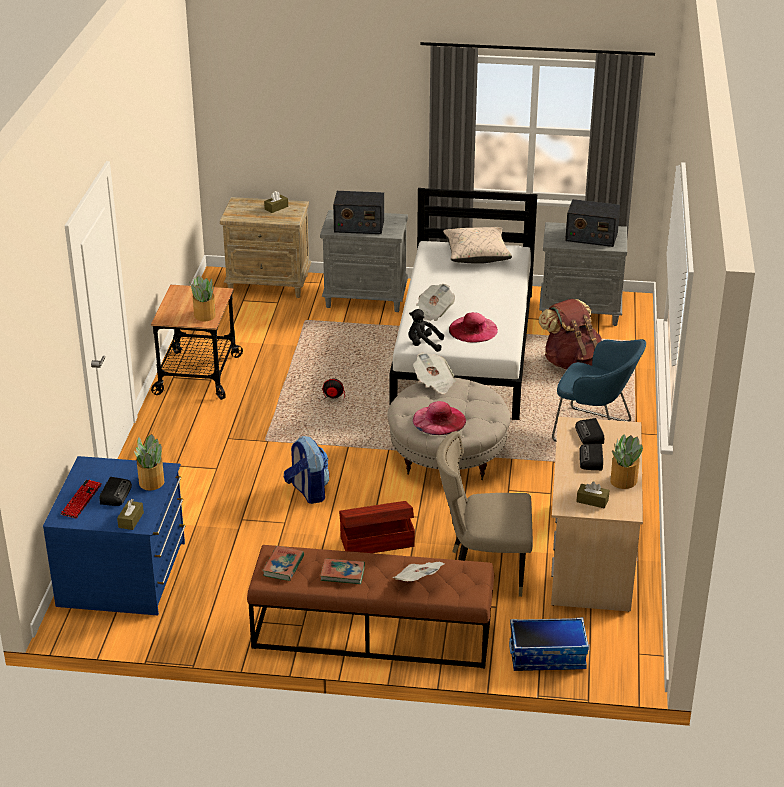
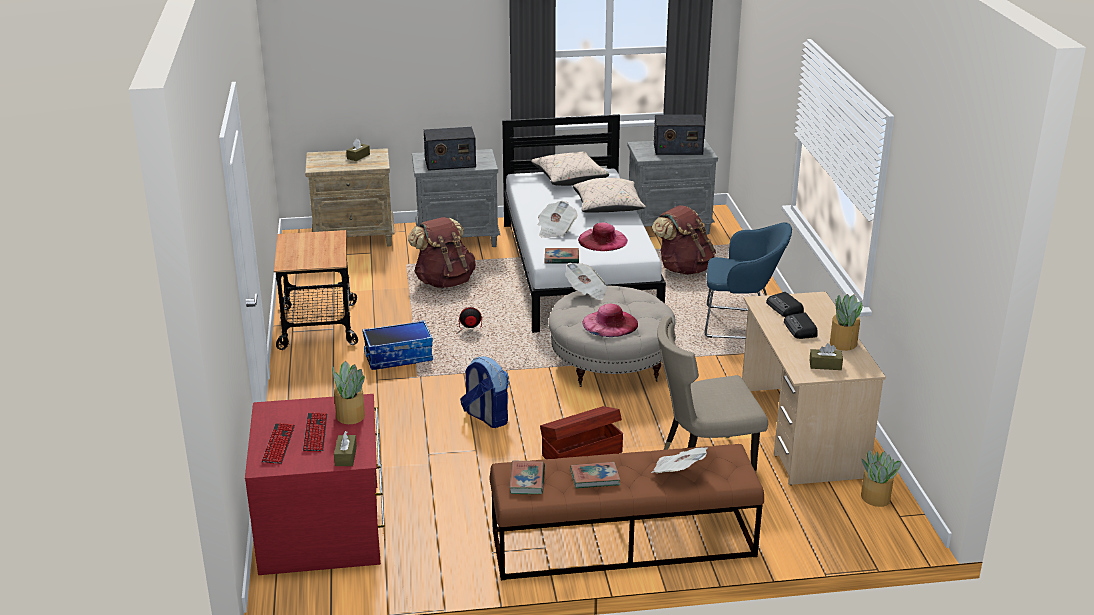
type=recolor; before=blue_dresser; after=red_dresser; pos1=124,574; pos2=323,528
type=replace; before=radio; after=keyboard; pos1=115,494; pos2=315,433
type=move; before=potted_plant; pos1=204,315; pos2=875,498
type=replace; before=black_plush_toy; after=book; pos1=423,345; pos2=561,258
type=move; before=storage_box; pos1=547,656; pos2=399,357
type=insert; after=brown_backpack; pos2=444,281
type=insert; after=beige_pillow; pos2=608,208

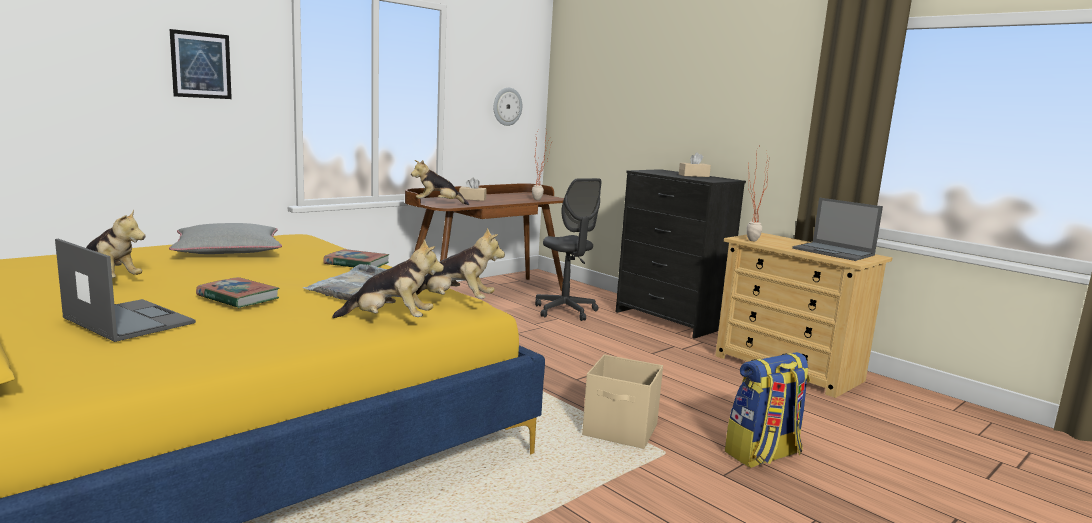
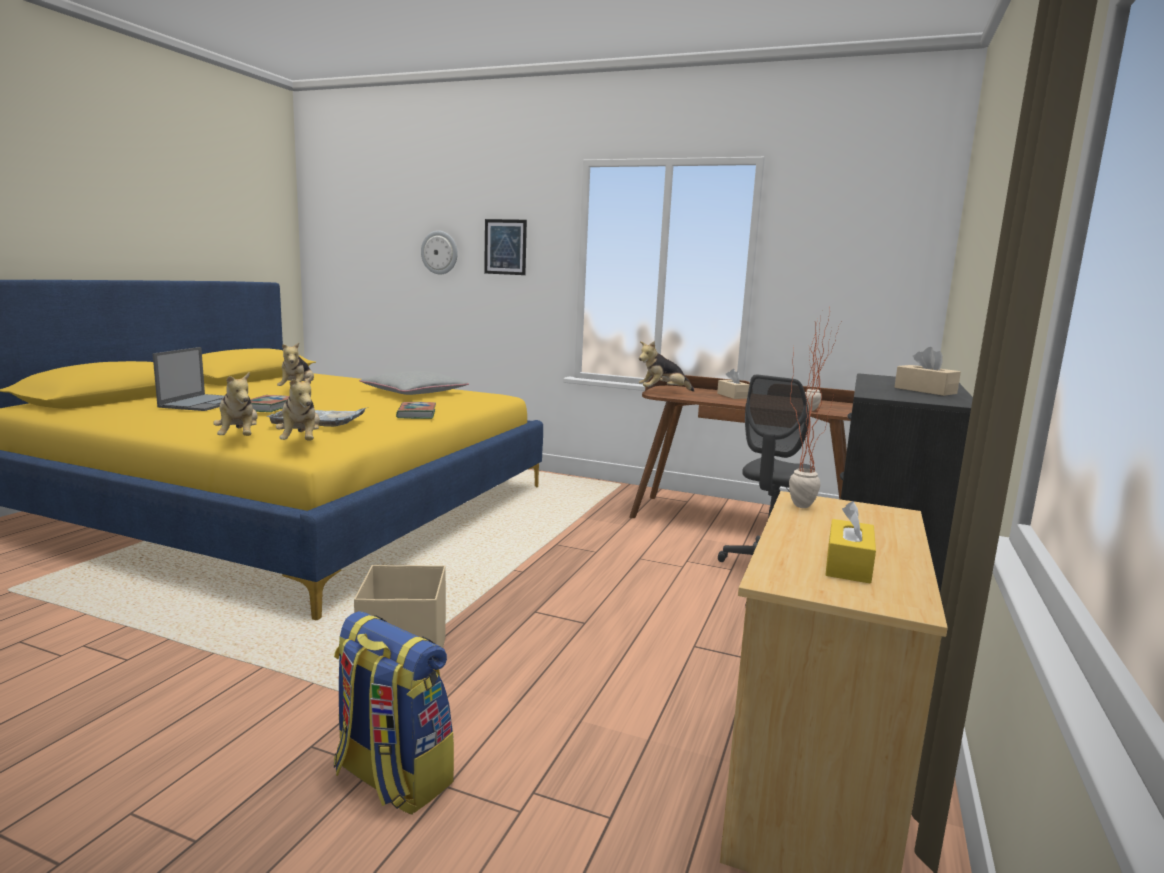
type=rotate; before=plush_toy; pos1=438,204; pos2=663,392; turn=-75
type=move; before=wall_clock; pos1=507,106; pos2=439,252
type=replace; before=laptop; after=yellow_tissue_box; pos1=834,252; pos2=848,565

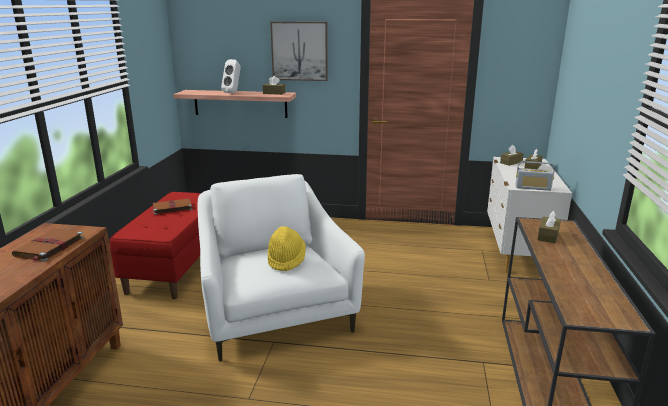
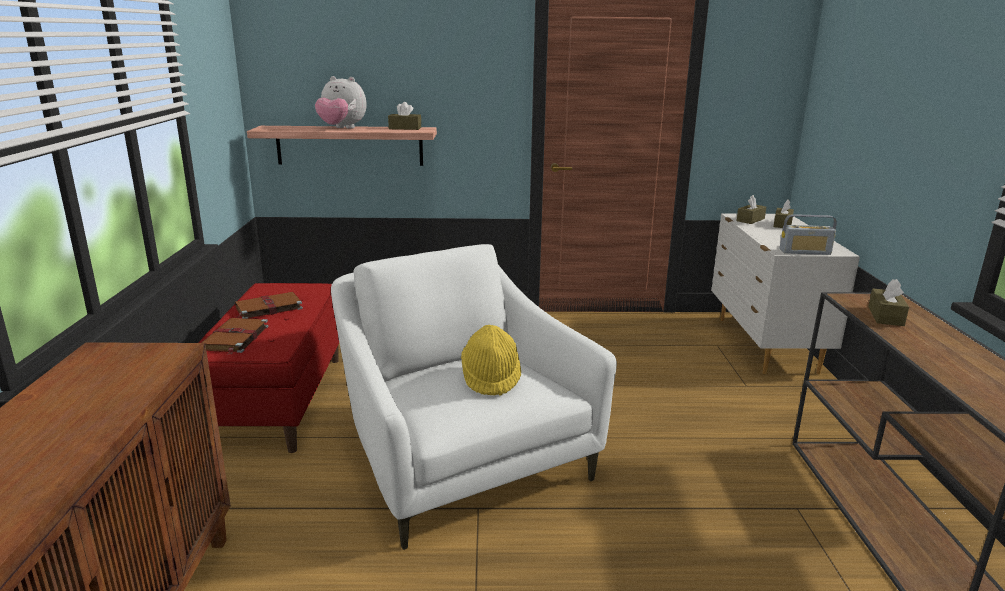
type=move; before=brown_book; pos1=49,247; pos2=234,338
type=replace; before=white_speaker; after=plush_toy; pos1=233,93; pos2=341,128
type=delete; before=picture; pos1=299,51

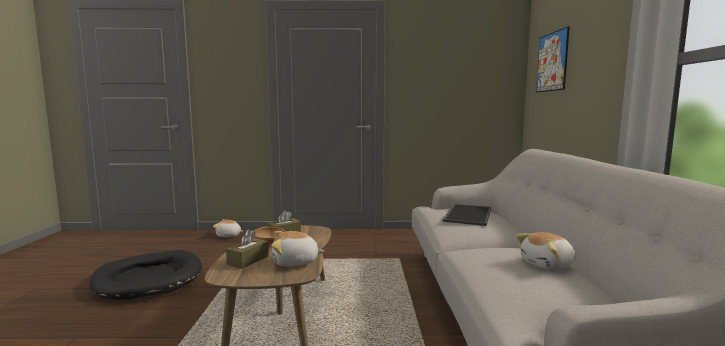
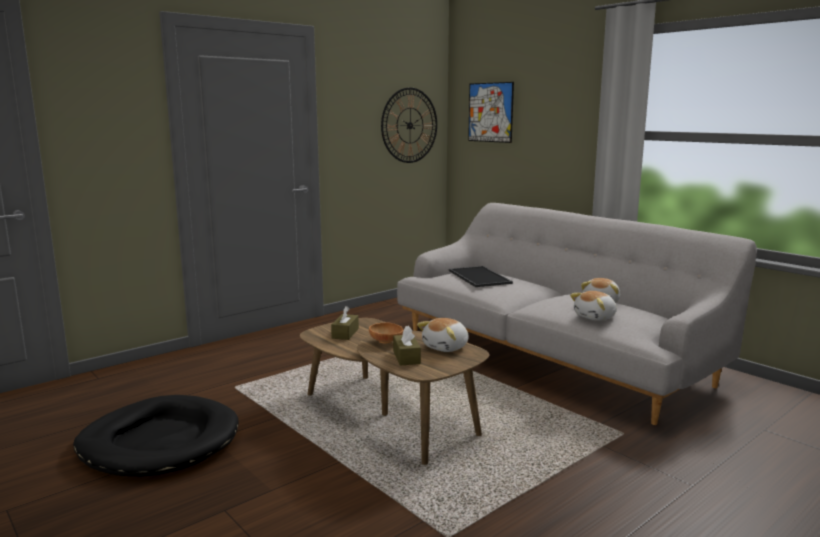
type=move; before=plush_toy; pos1=228,236; pos2=595,317
type=insert; after=wall_clock; pos2=409,125

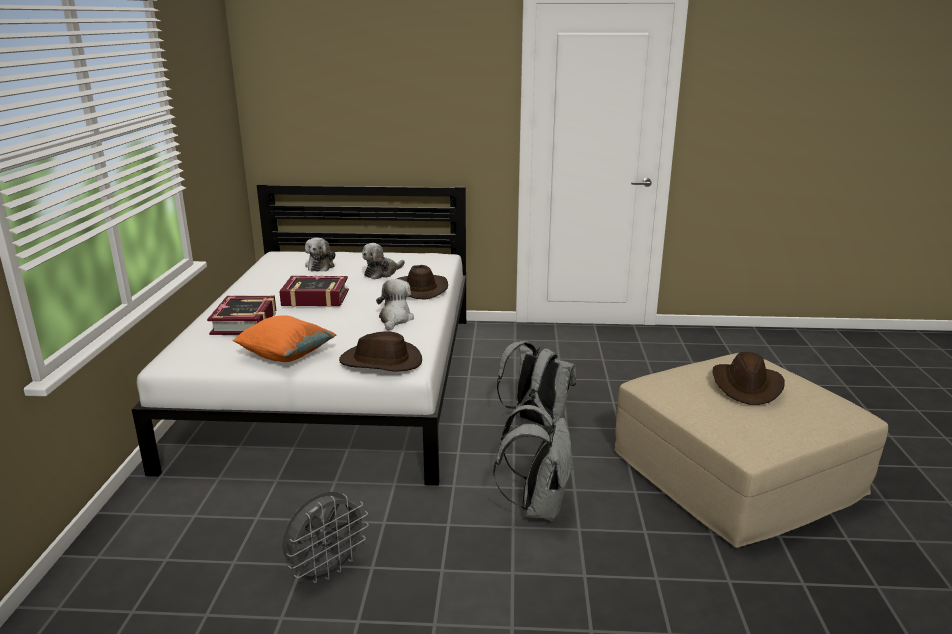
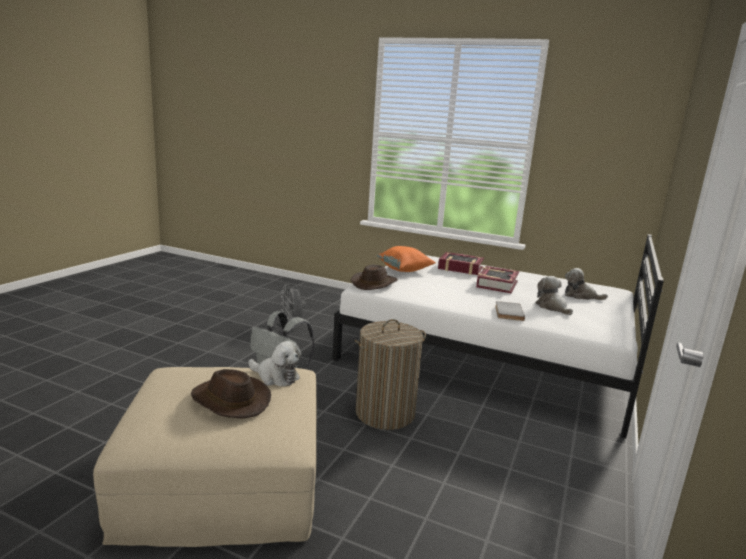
type=move; before=plush_toy; pos1=395,319; pos2=275,377
type=replace; before=brown_hat; after=grey_book; pos1=420,288; pos2=507,312
type=replace; before=grey_backpack; after=laundry_basket; pos1=535,420; pos2=385,413

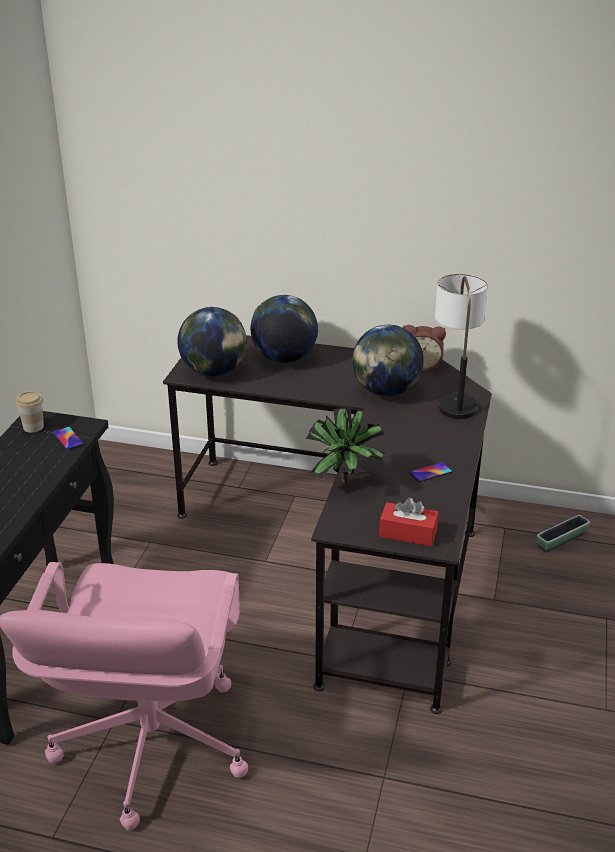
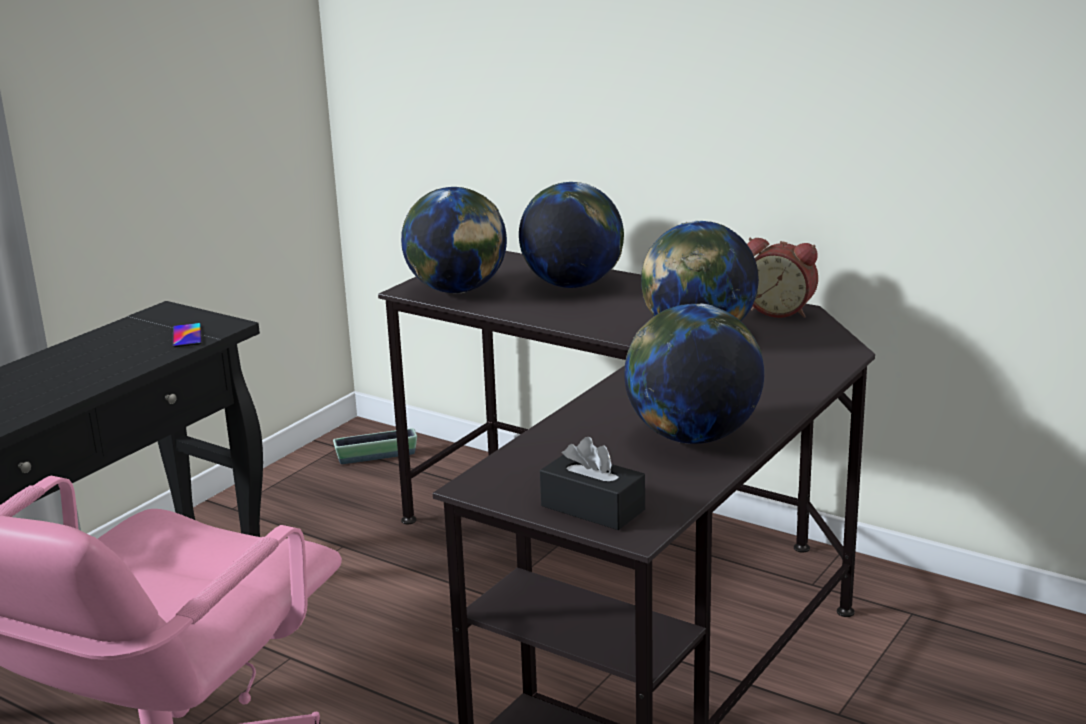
type=delete; before=cup; pos1=33,427
type=delete; before=potted_plant; pos1=346,485
type=recolor; before=red_tissue_box; after=black_tissue_box; pos1=408,533; pos2=592,508
type=replace; before=phone; after=globe; pos1=430,472; pos2=693,437
type=delete; before=table_lamp; pos1=455,397
type=move; before=planter; pos1=561,540; pos2=376,456

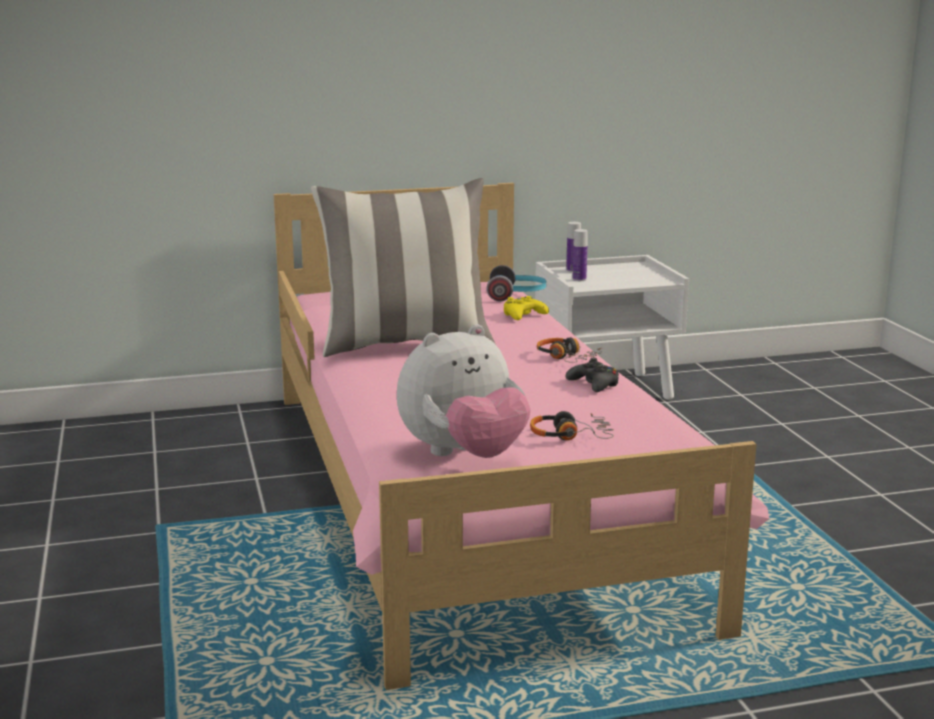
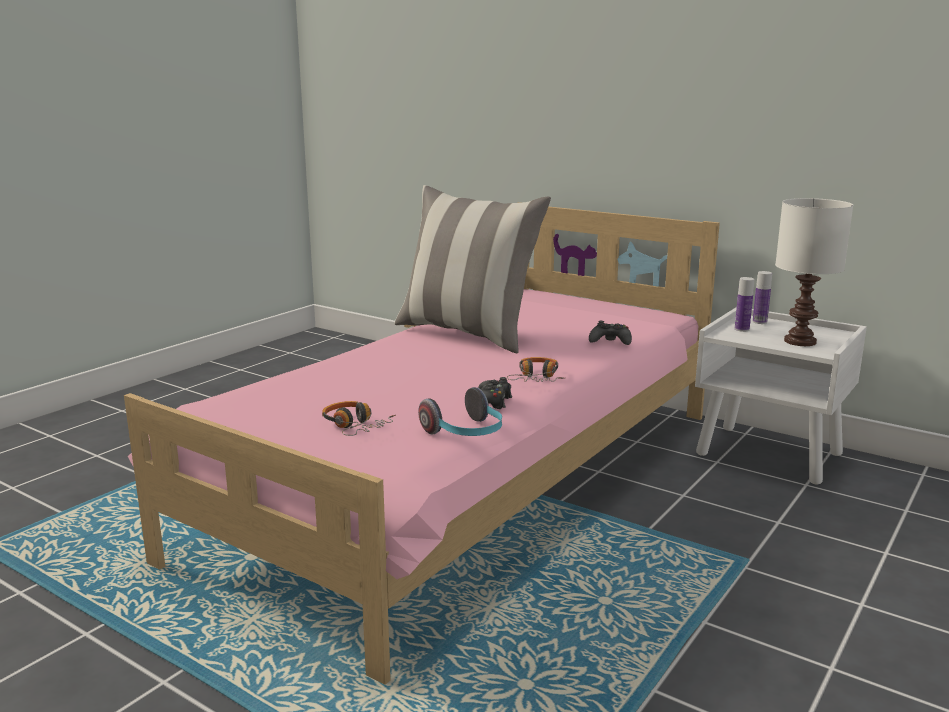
type=delete; before=plush_toy; pos1=463,455
type=move; before=headphones; pos1=517,296; pos2=466,434
type=recolor; before=yellow_game_controller; after=black_game_controller; pos1=523,315; pos2=610,341
type=insert; after=white_table_lamp; pos2=798,341

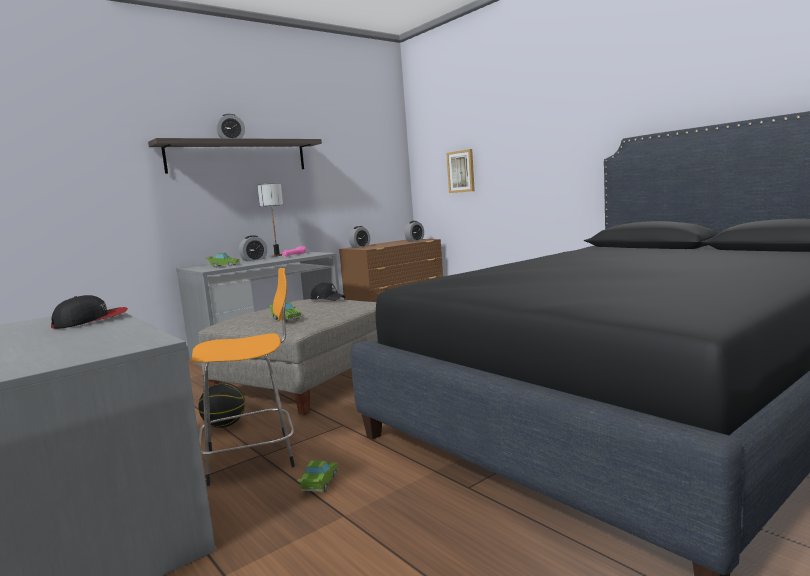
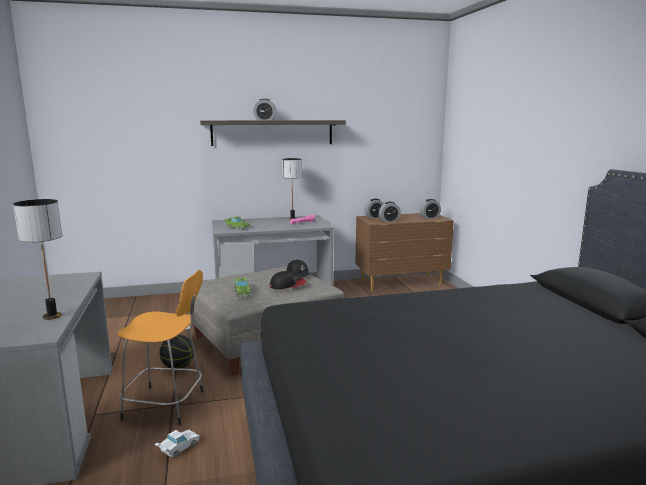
type=move; before=cap; pos1=91,320; pos2=288,285
type=move; before=alarm_clock; pos1=254,260; pos2=389,221
type=recolor; before=green_toy_car; after=white_toy_car; pos1=319,484; pos2=178,449
type=delete; before=picture; pos1=461,171
type=insert; after=table_lamp; pos2=51,316

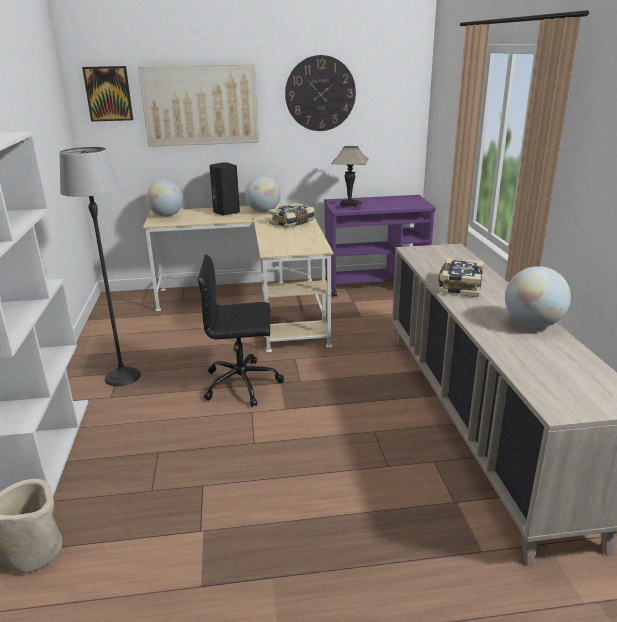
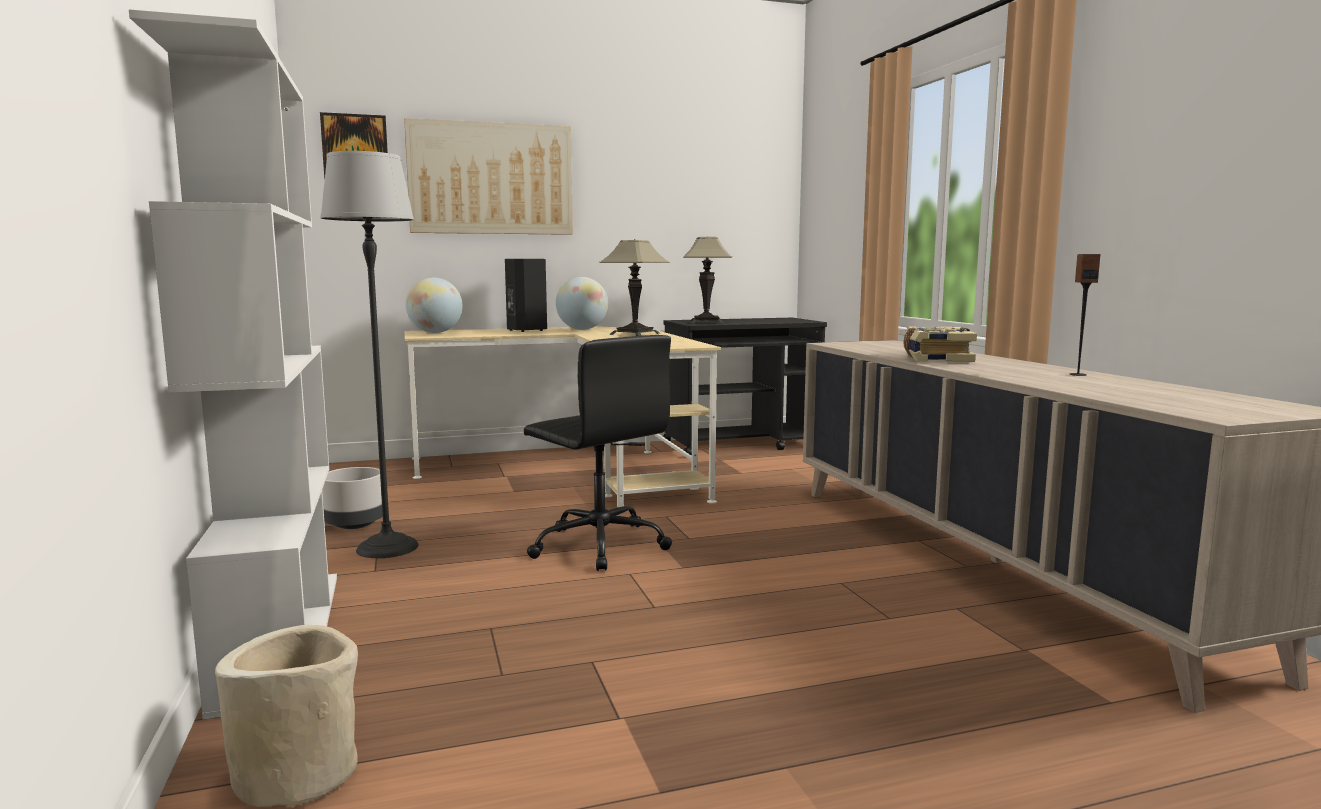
type=rotate; before=black_office_chair; pos1=243,383; pos2=598,545; turn=-120
type=replace; before=book; after=table_lamp; pos1=292,223; pos2=634,334
type=delete; before=wall_clock; pos1=320,93
type=recolor; before=purple_cart; after=black_cart; pos1=375,285; pos2=742,444
type=replace; before=globe; after=speaker; pos1=532,324; pos2=1078,374
type=insert; after=grey_planter; pos2=354,525

